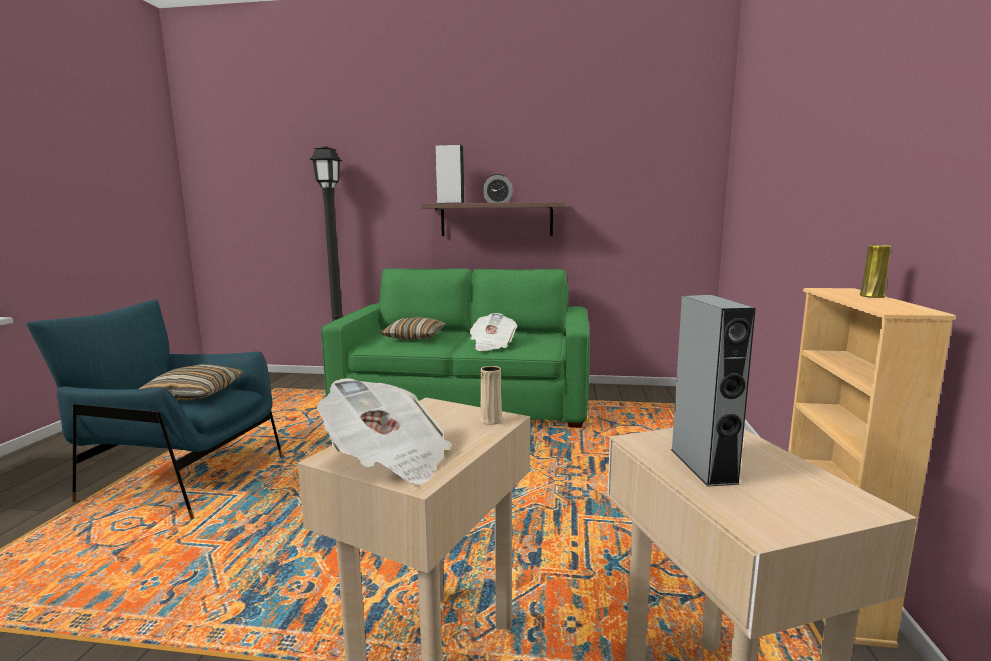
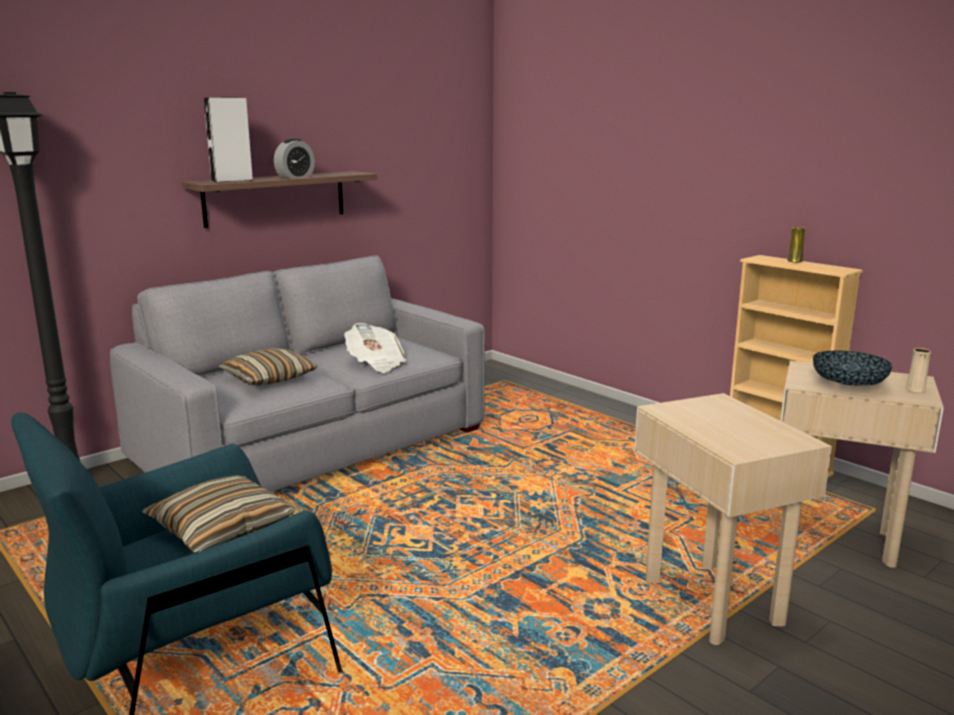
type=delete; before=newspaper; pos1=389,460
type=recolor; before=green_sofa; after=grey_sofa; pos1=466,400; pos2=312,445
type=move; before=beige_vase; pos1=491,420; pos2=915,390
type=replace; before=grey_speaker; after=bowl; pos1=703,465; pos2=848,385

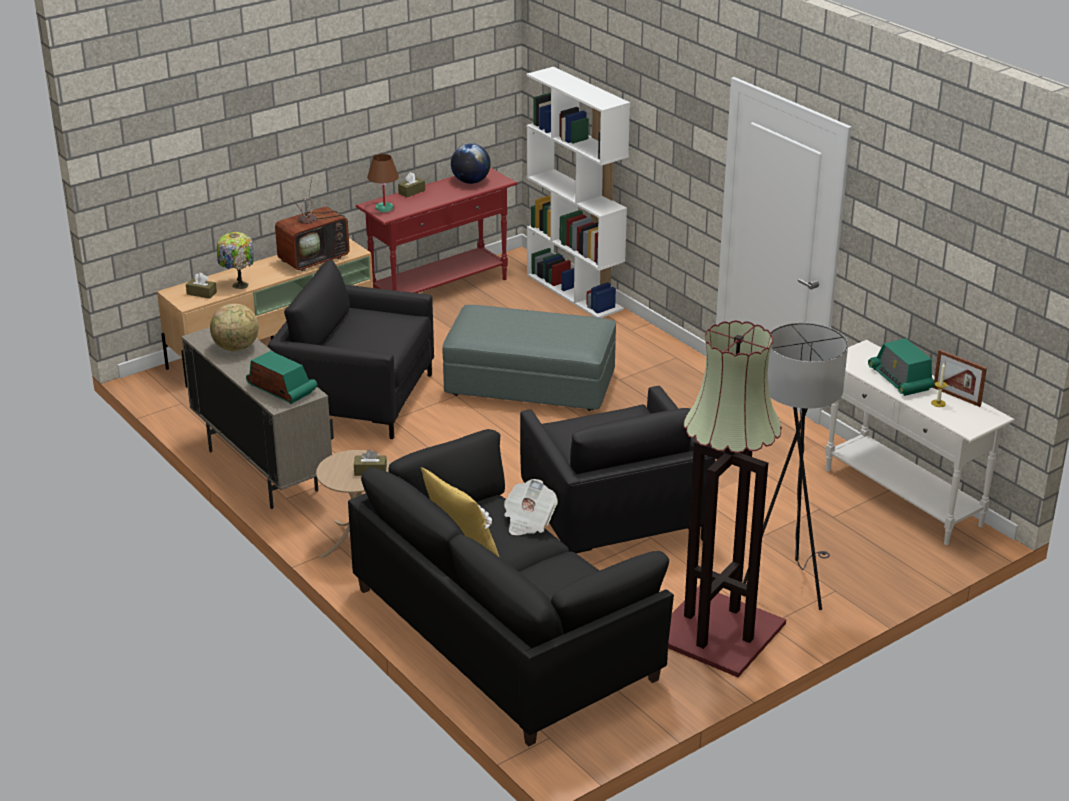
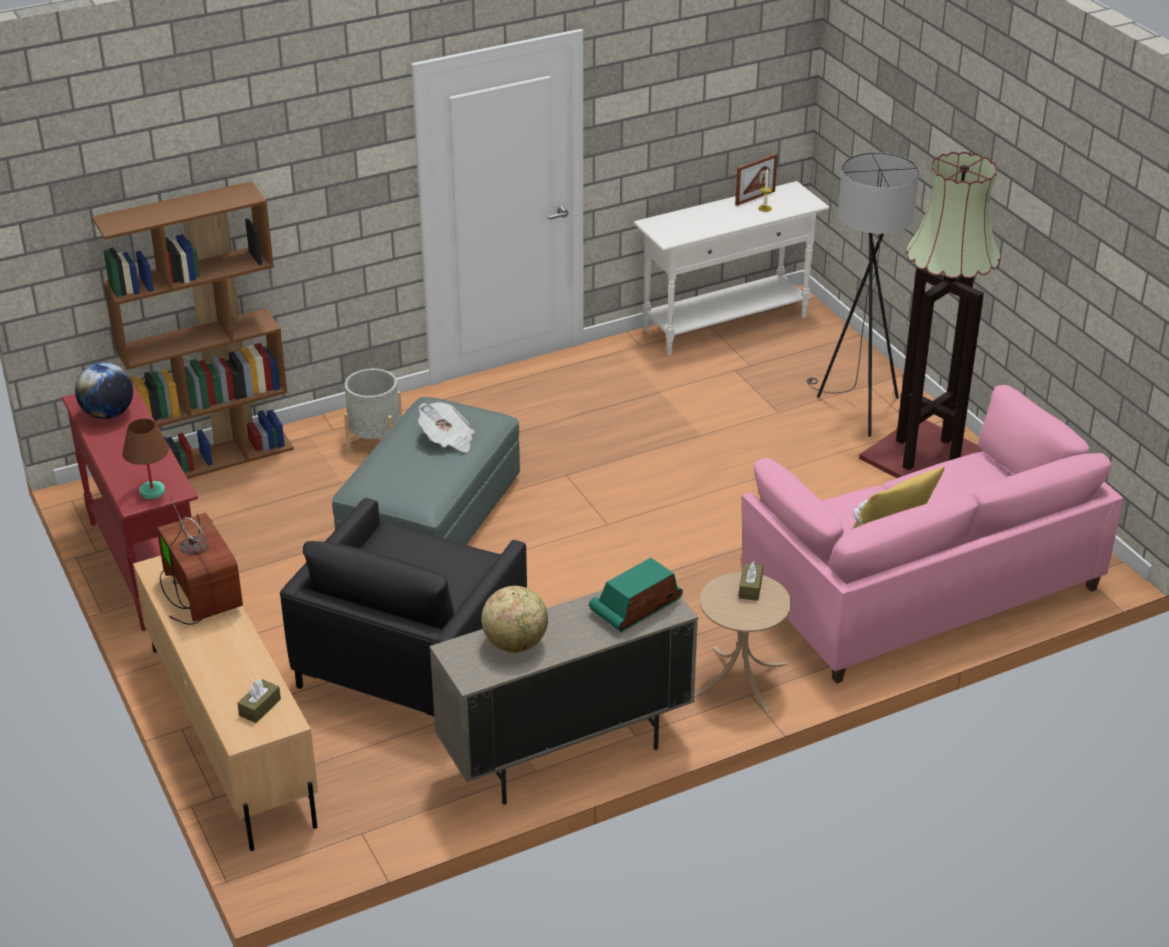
type=delete; before=table_lamp; pos1=238,285
type=recolor; before=black_sofa; after=pink_sofa; pos1=506,632; pos2=920,586
type=delete; before=brown_tissue_box; pos1=411,192
type=move; before=newspaper; pos1=528,521; pos2=447,440
type=delete; before=black_armchair; pos1=612,517
type=recolor; before=white_bookcase; after=brown_bookcase; pos1=575,292; pos2=215,457
type=delete; before=radio; pos1=900,379
type=insert; after=grey_planter; pos2=375,441

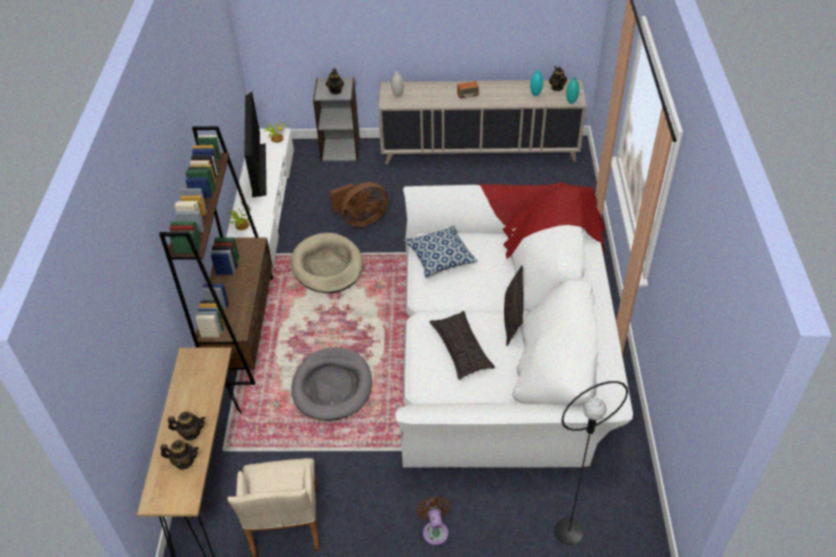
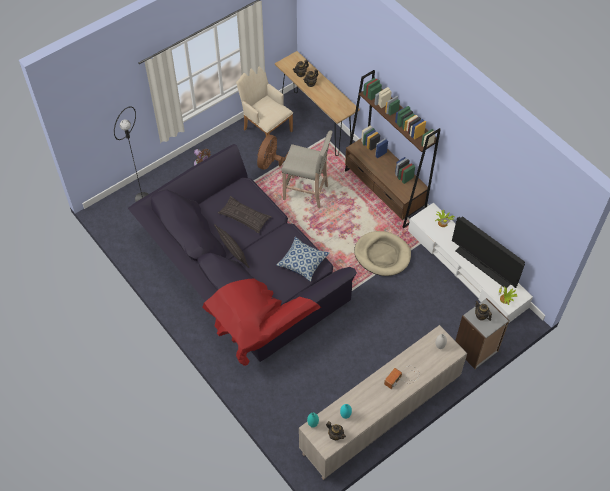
type=replace; before=grey_dog_bed; after=beige_stool; pos1=332,386; pos2=306,193
type=move; before=brown_fan; pos1=361,220; pos2=272,163
type=recolor; before=white_sofa; after=black_sofa; pos1=502,342; pos2=241,271

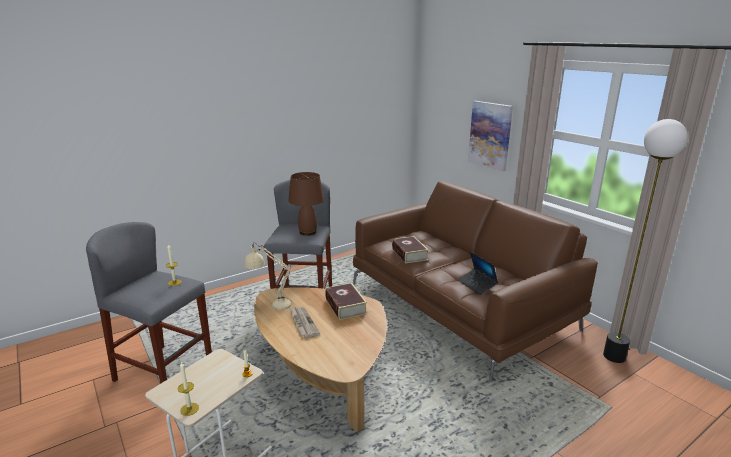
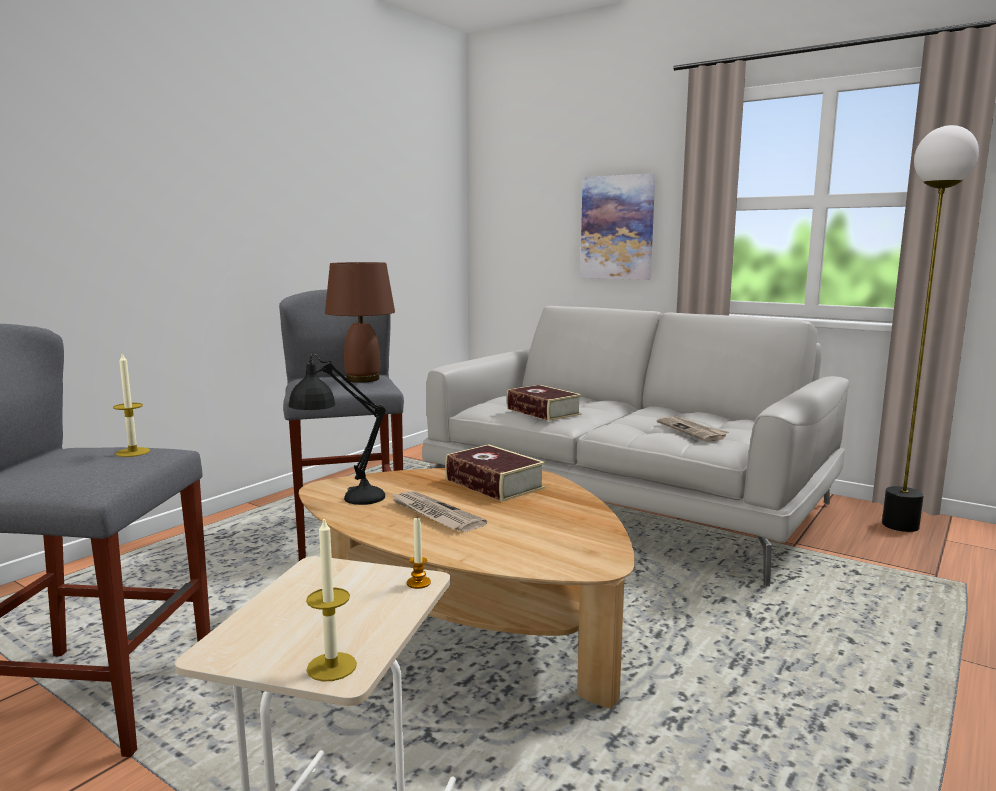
type=recolor; before=beige_table_lamp; after=black_table_lamp; pos1=271,305; pos2=342,501
type=recolor; before=brown_sofa; after=grey_sofa; pos1=459,307; pos2=627,502
type=replace; before=laptop; after=newspaper; pos1=477,285; pos2=692,431

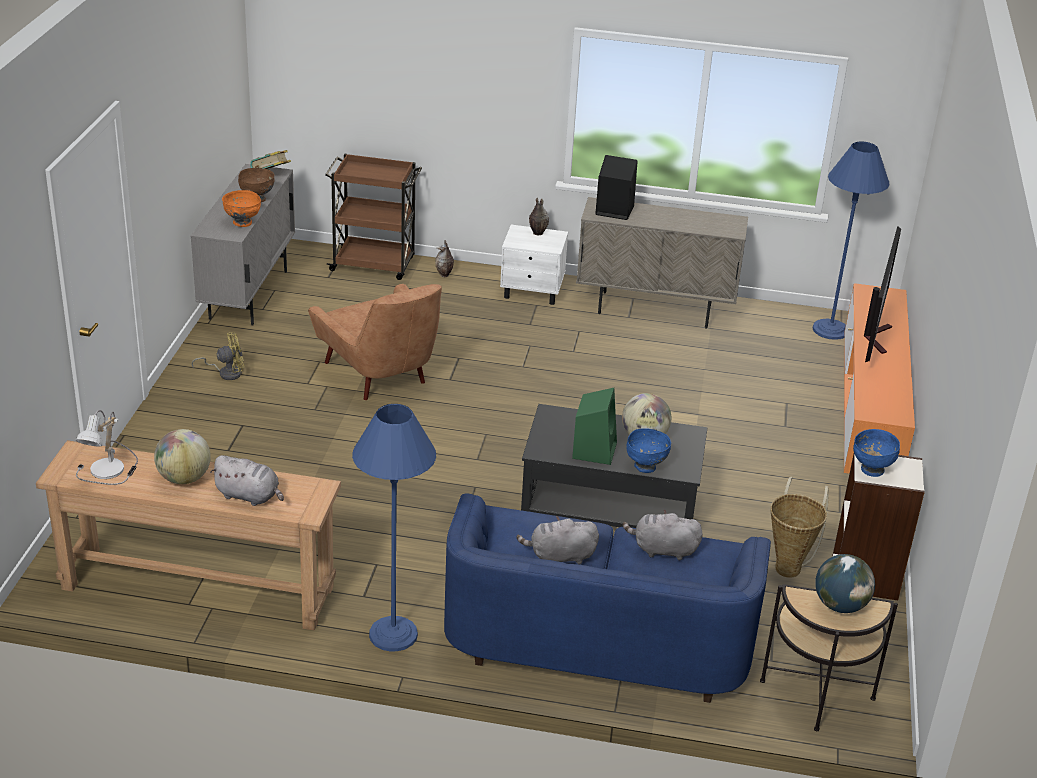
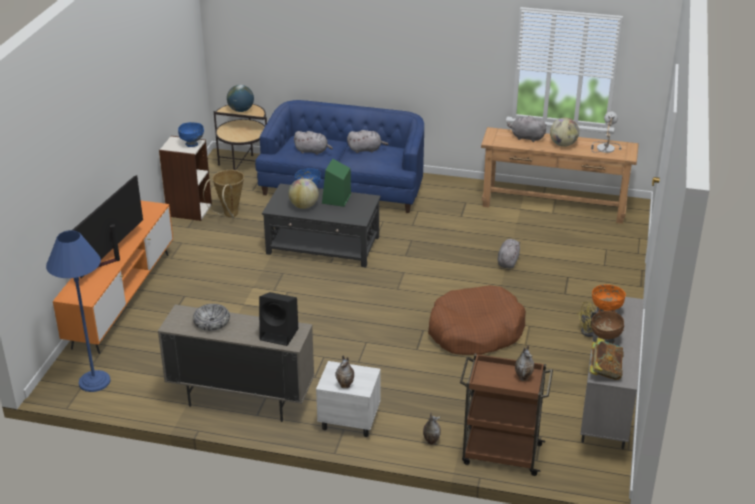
type=replace; before=brown_armchair; after=brown_dog_bed; pos1=381,377; pos2=475,331
type=delete; before=blue_floor_lamp; pos1=393,634
type=insert; after=bowl; pos2=211,322
type=insert; after=grey_plush_toy; pos2=508,261
type=insert; after=vase; pos2=523,377

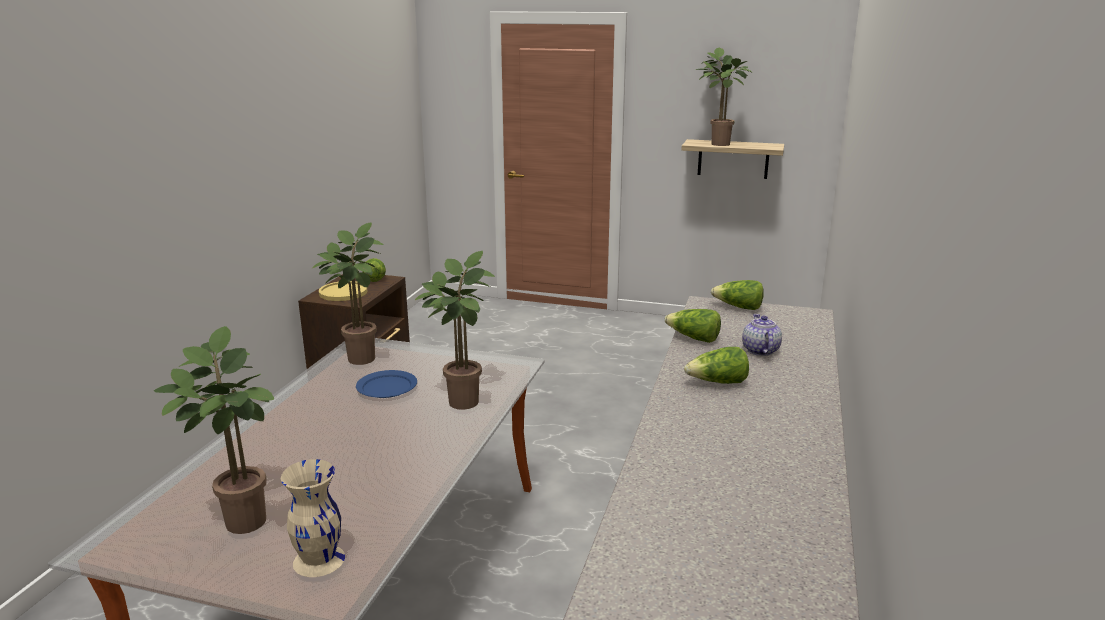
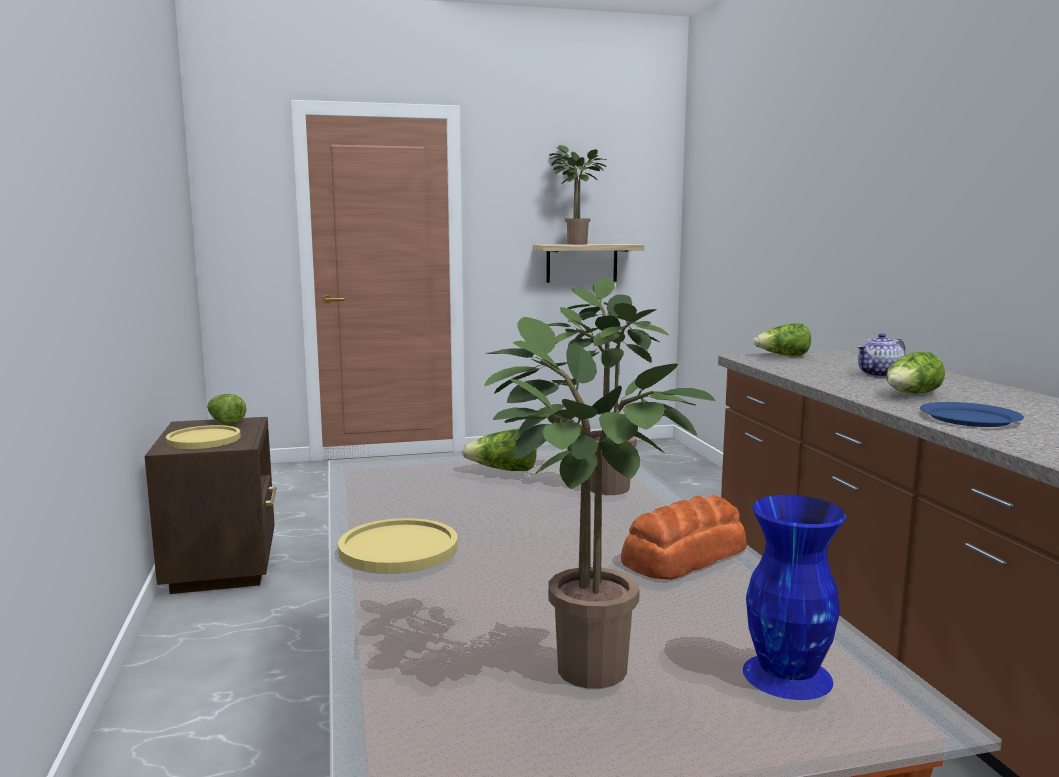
type=recolor; before=beige_vase; after=blue_vase; pos1=319,560; pos2=789,676
type=delete; before=potted_plant; pos1=359,357
type=move; before=blue_plate; pos1=387,387; pos2=970,418
type=move; before=lettuce; pos1=694,338; pos2=503,471
type=rotate; before=teapot; pos1=759,350; pos2=879,374; turn=-90
type=insert; after=yellow_plate; pos2=398,548
type=insert; after=bread; pos2=682,556

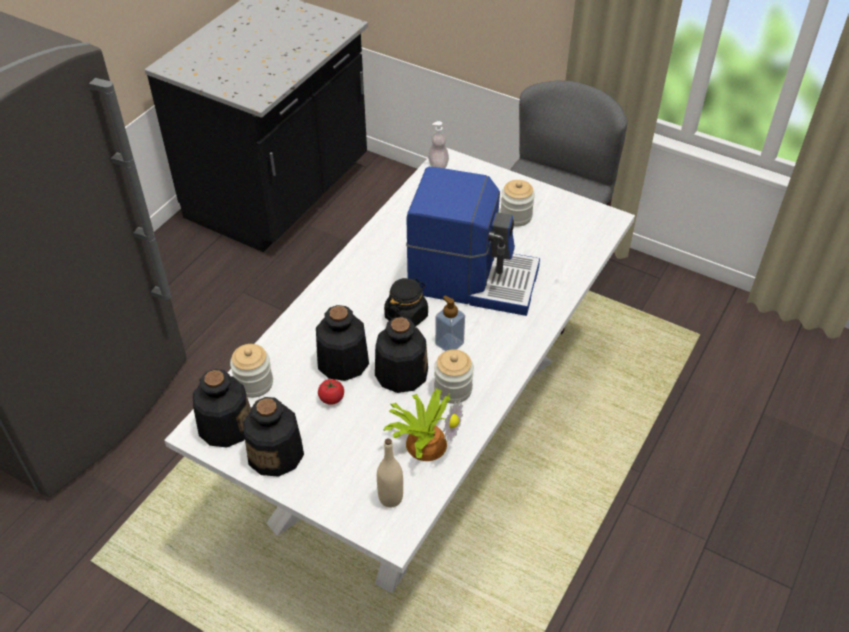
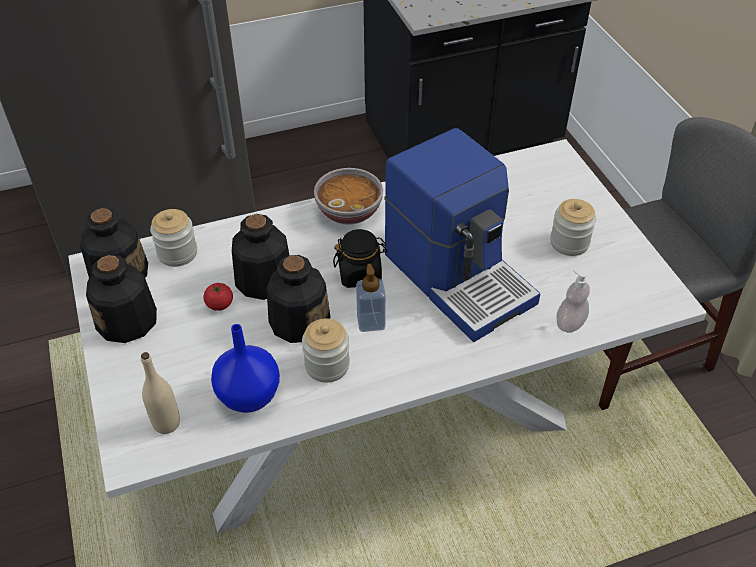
type=replace; before=potted_plant; after=blue_vase; pos1=425,442; pos2=249,395
type=move; before=soap_dispenser; pos1=438,165; pos2=570,323
type=insert; after=bowl; pos2=349,211

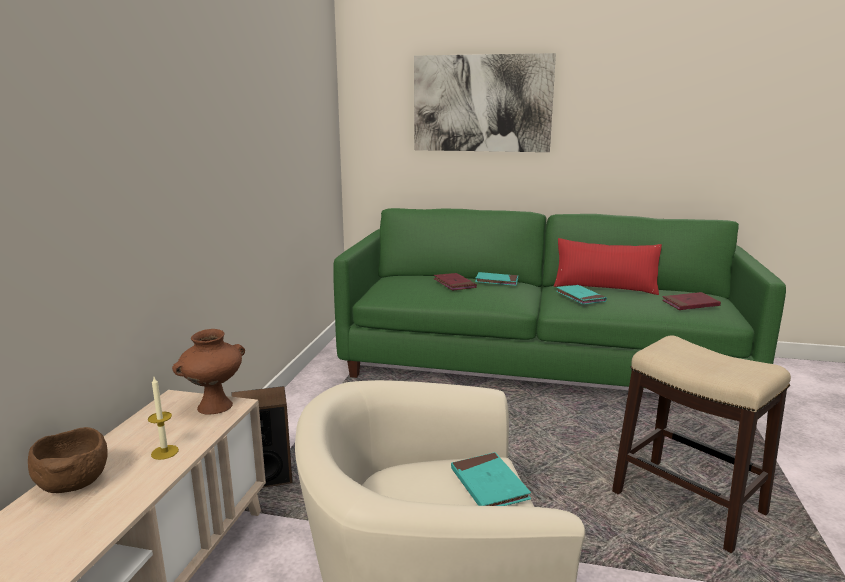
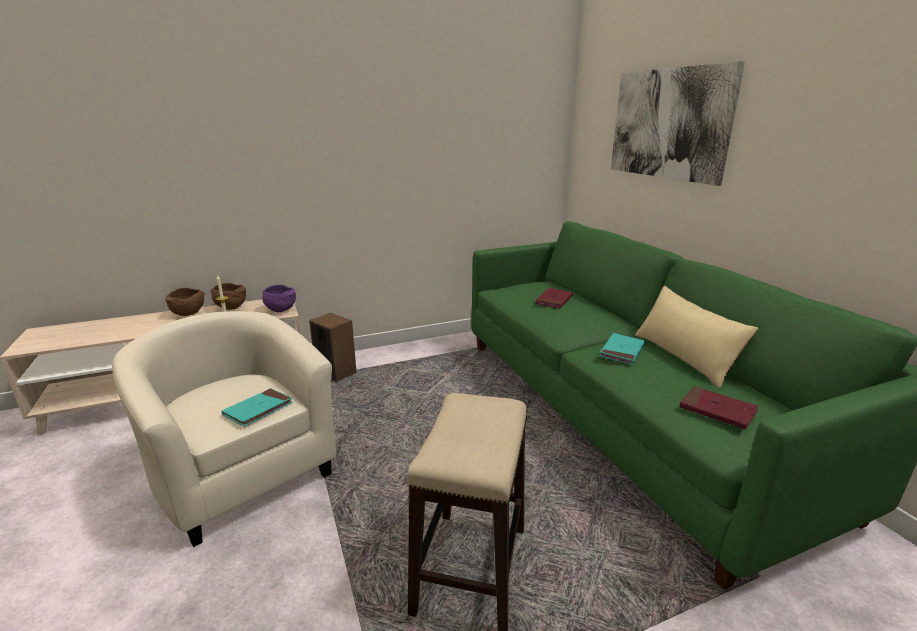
type=replace; before=brown_vase; after=purple_bowl; pos1=214,407; pos2=280,310
type=delete; before=turquoise_book; pos1=496,281
type=recolor; before=red_pillow; after=beige_pillow; pos1=604,287; pos2=684,356
type=insert; after=brown_bowl; pos2=230,308

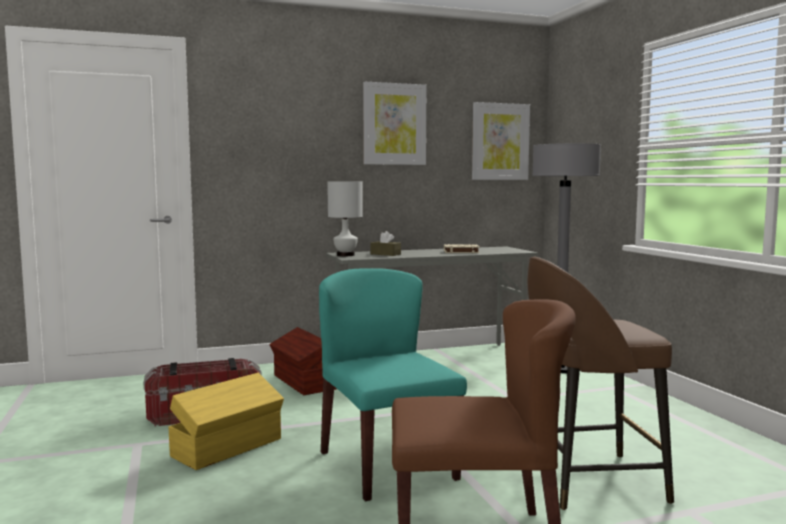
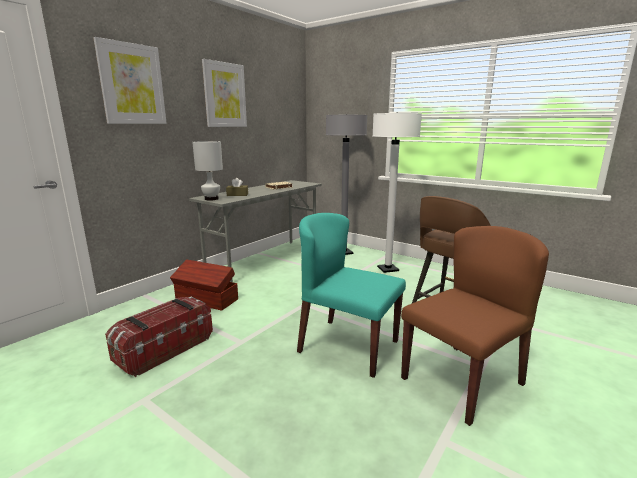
type=delete; before=yellow_storage_box; pos1=229,447
type=move; before=picture; pos1=500,141; pos2=132,84
type=insert; after=white_floor_lamp; pos2=388,269

